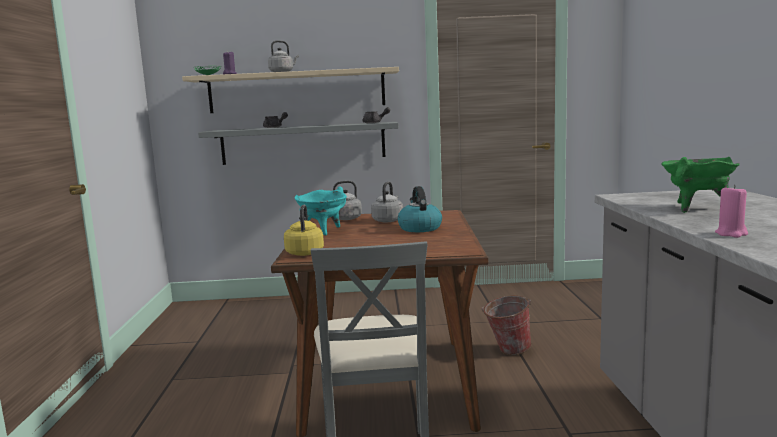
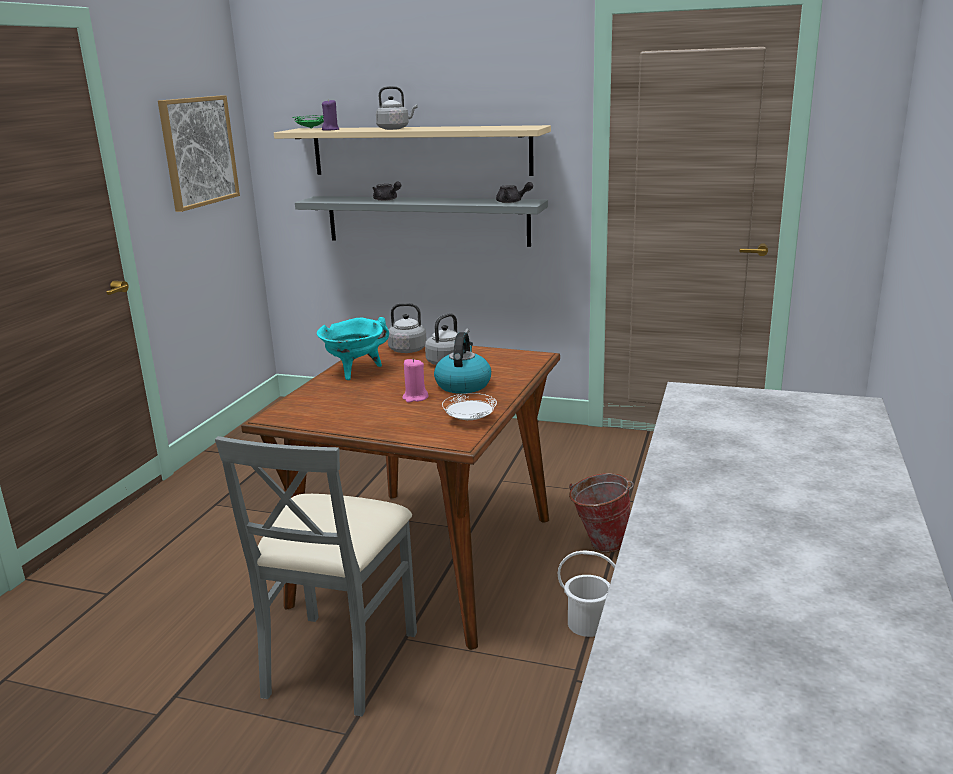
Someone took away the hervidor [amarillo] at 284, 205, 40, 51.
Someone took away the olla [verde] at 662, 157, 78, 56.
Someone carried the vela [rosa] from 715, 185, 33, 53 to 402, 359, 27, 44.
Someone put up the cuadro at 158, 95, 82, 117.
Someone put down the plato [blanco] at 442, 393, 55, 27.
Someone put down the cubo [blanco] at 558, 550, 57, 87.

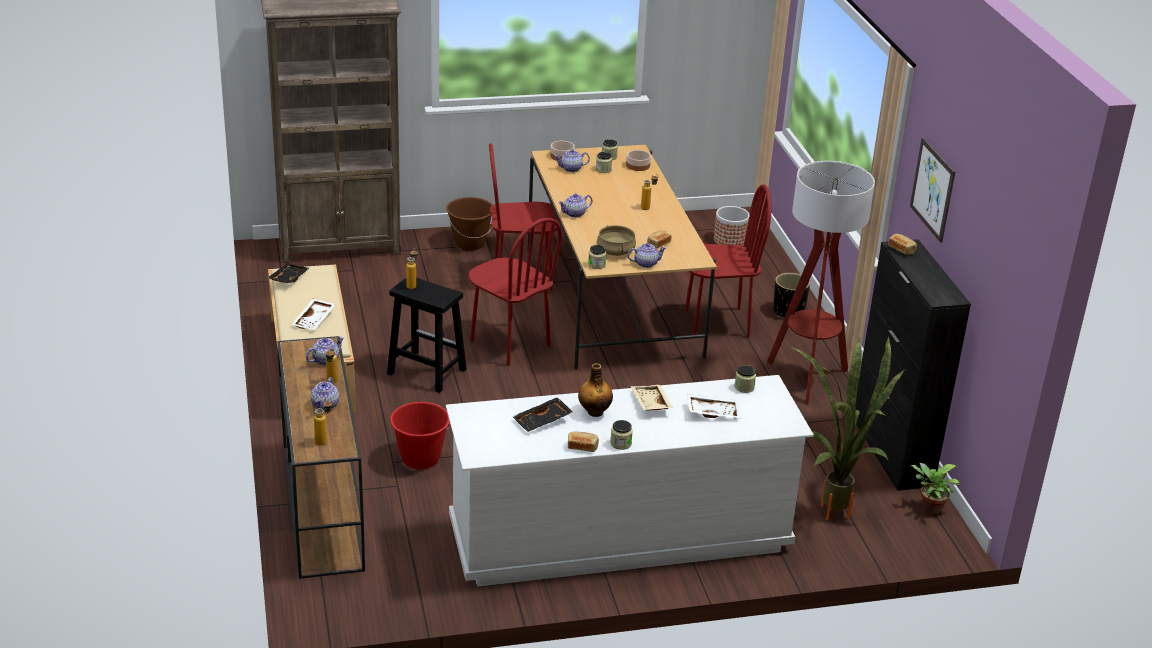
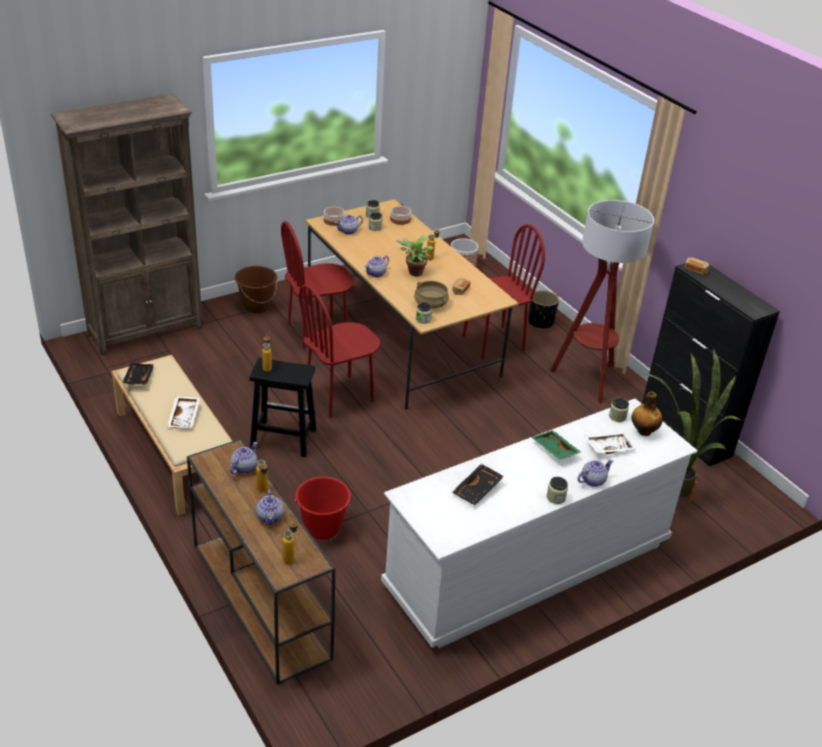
Someone rotated the silla [rojo] at 469, 218, 93, 148 by 120 degrees clockwise.
Someone took away the pan at 568, 431, 31, 21.
Someone carried the botella from 578, 363, 35, 54 to 632, 391, 31, 45.
Someone carried the tetera from 627, 243, 40, 25 to 578, 460, 35, 27.
Someone repainted the bandeja [beis] at 631, 385, 42, 26, which became the bandeja [verde] at 532, 430, 49, 30.
Someone took away the cuadro at 910, 137, 45, 106.
Someone carried the planta en maceta from 910, 463, 50, 51 to 397, 235, 37, 41.

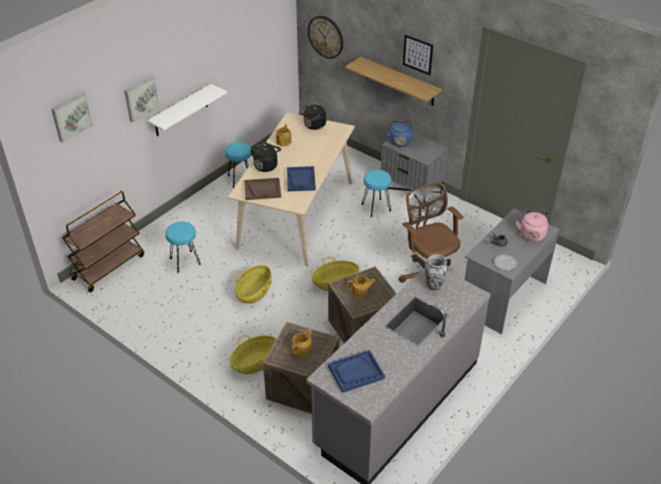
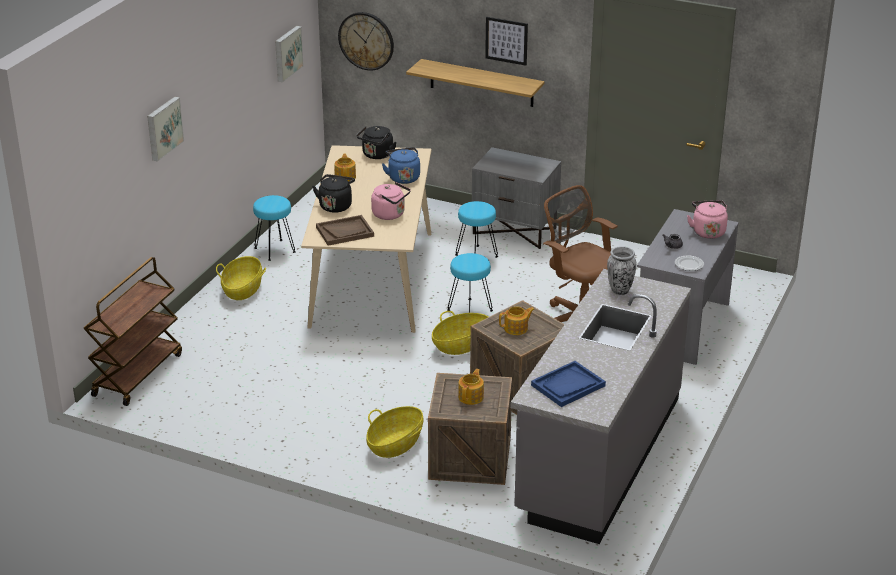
Someone carried the cuadro from 51, 92, 42, 51 to 275, 26, 29, 57.
Someone took away the estante [blanco] at 147, 84, 80, 52.
Someone carried the taburete [turquesa] from 165, 222, 36, 51 to 447, 253, 46, 60.
Someone carried the cesta from 234, 265, 38, 39 to 216, 256, 50, 44.
Someone swapped the bandeja [azul] at 287, 166, 29, 25 for the hervidor [rosa] at 371, 182, 40, 38.
Someone carried the hervidor [azul] from 385, 121, 28, 26 to 382, 147, 38, 37.

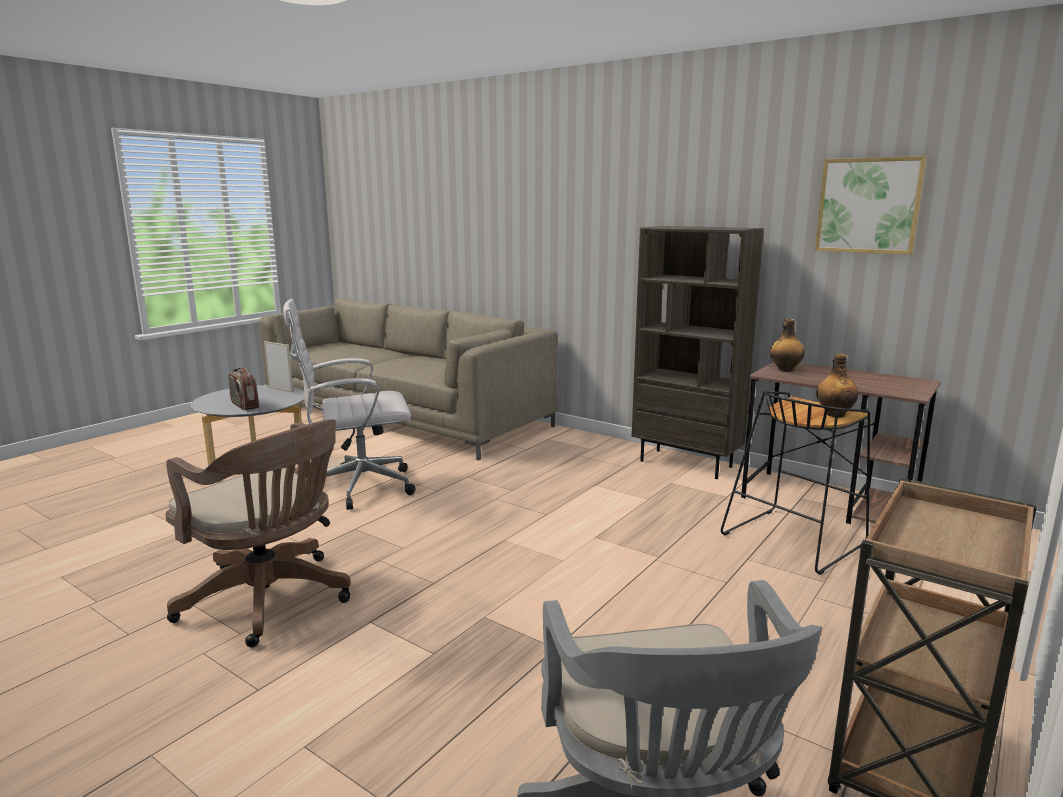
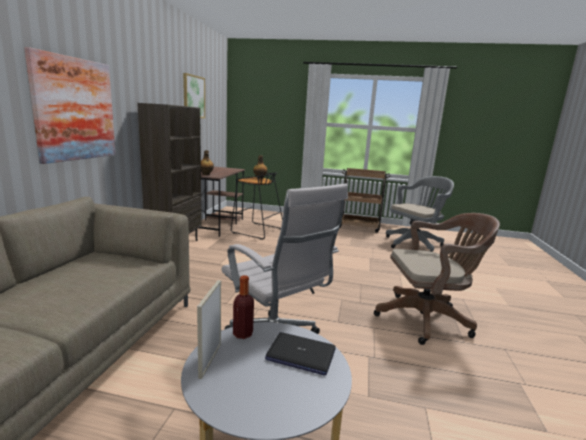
Someone rotated the silla de oficina [marrón] at 165, 419, 186, 228 by 75 degrees clockwise.
Someone swapped the radio at 229, 367, 30, 43 for the portátil at 265, 332, 71, 43.
Someone put up the cuadro at 24, 47, 92, 117.
Someone put down the botella at 233, 275, 21, 64.

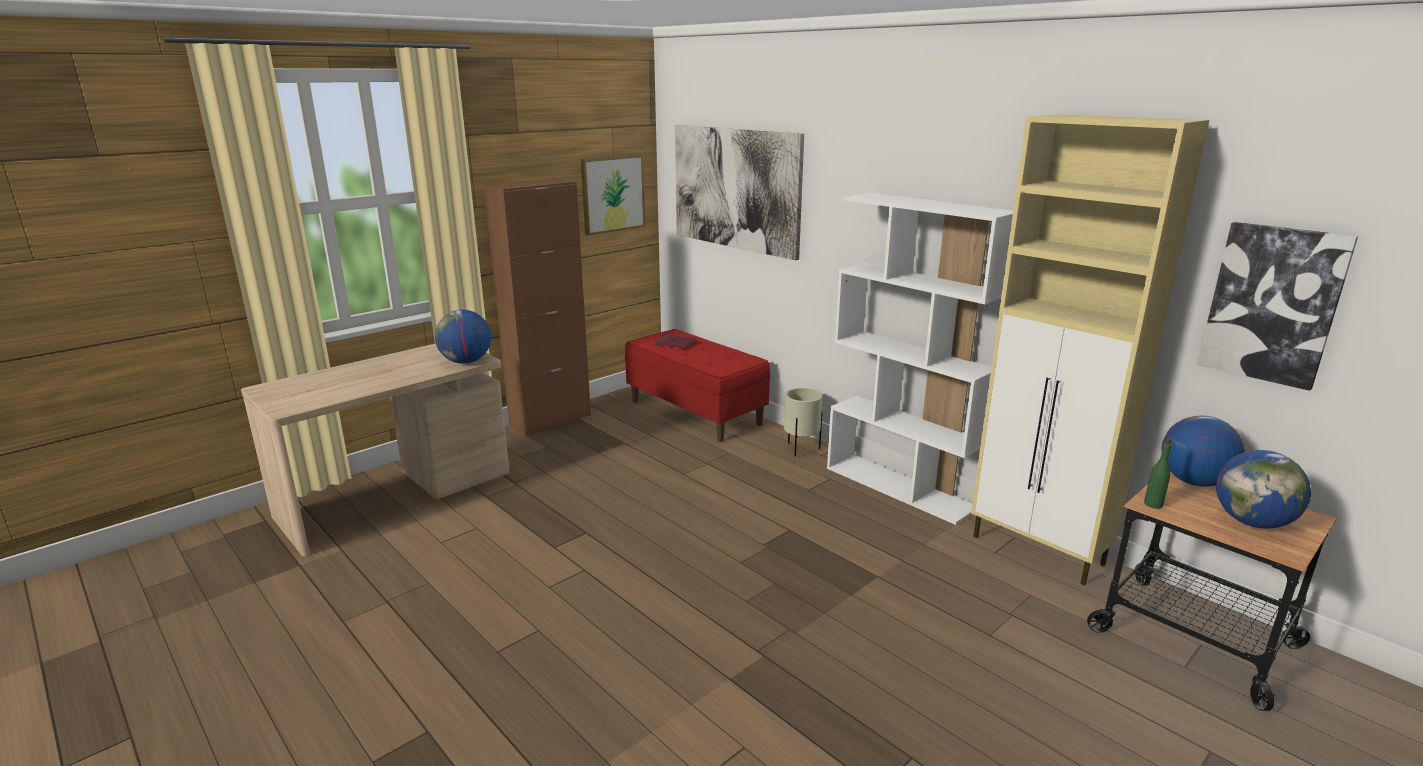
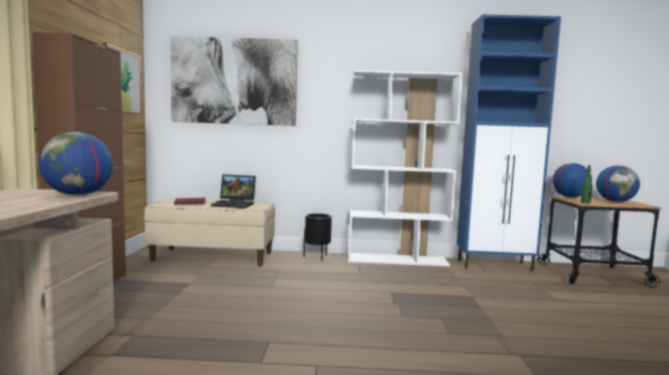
Someone repainted the banco [rojo] at 625, 329, 145, 113, which became the banco [beis] at 144, 199, 131, 67.
Someone repainted the maceta [beis] at 784, 388, 38, 69, which became the maceta [negro] at 304, 213, 28, 48.
Someone repainted the armario [beis] at 971, 114, 238, 472, which became the armario [azul] at 457, 15, 104, 256.
Someone took away the cuadro at 1197, 222, 161, 169.
Someone put down the portátil at 211, 174, 45, 34.

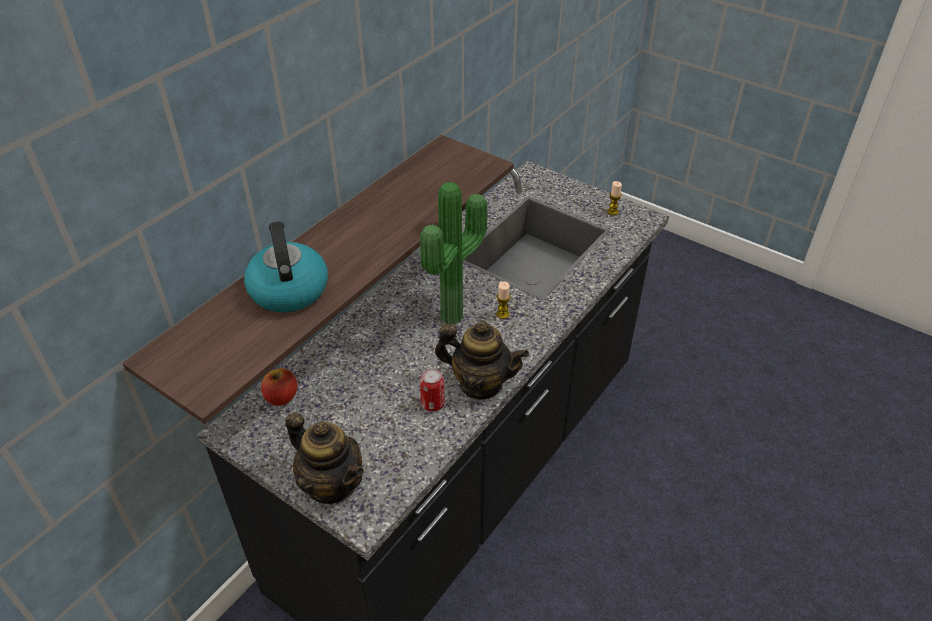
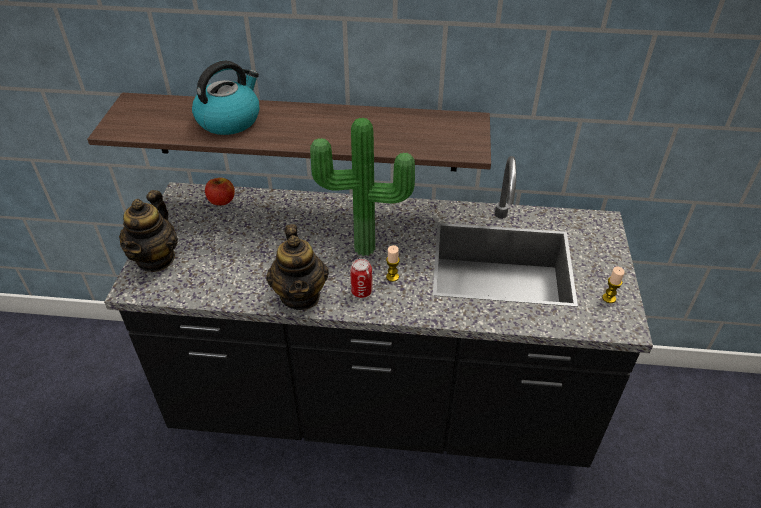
Someone carried the lata from 420, 368, 25, 44 to 350, 258, 22, 40.

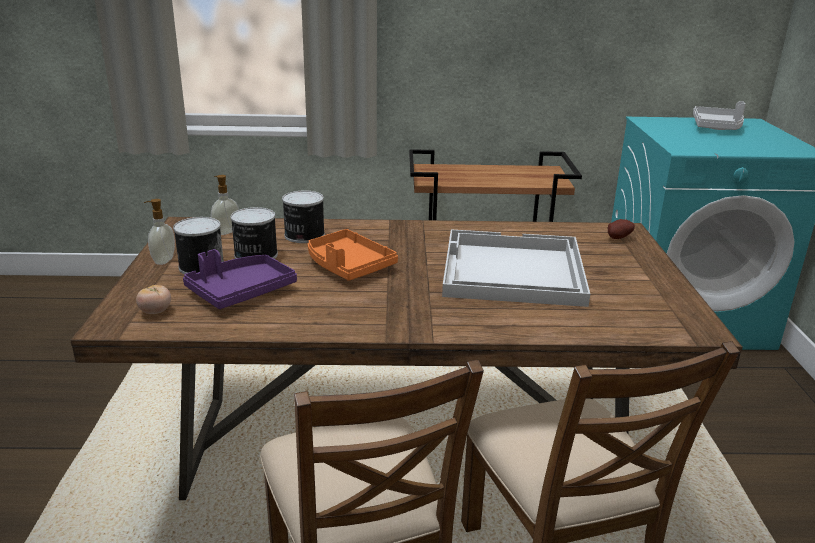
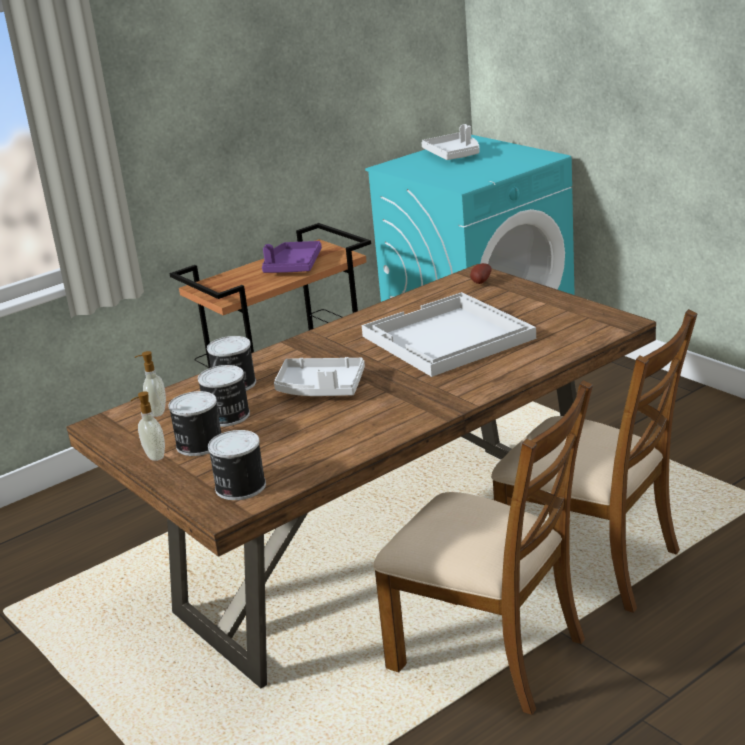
Someone swapped the tomate at 136, 285, 35, 29 for the lata at 208, 430, 58, 70.
Someone carried the bandeja [morado] from 183, 249, 114, 60 to 262, 241, 60, 32.
Someone repainted the bandeja [naranja] at 308, 229, 90, 52, which became the bandeja [gris] at 274, 357, 91, 39.

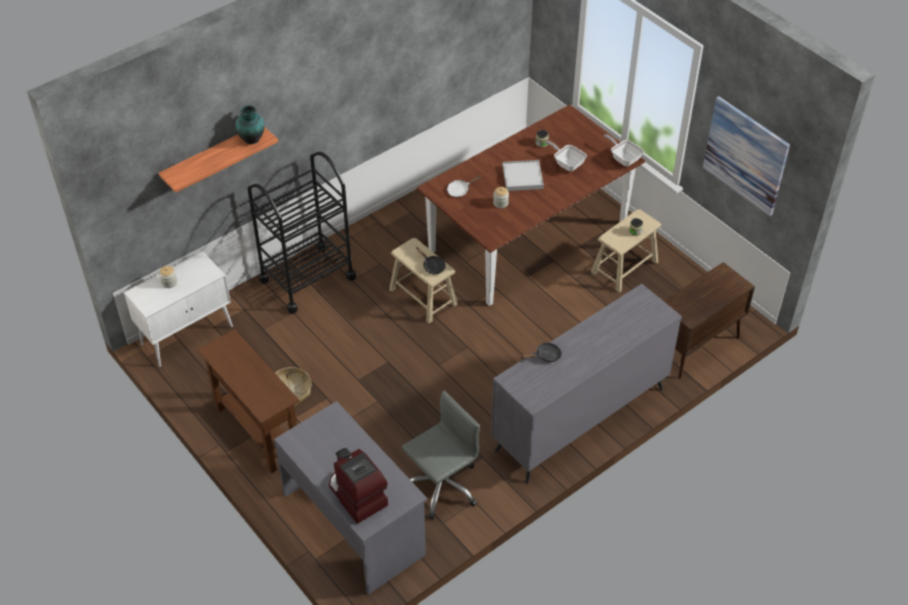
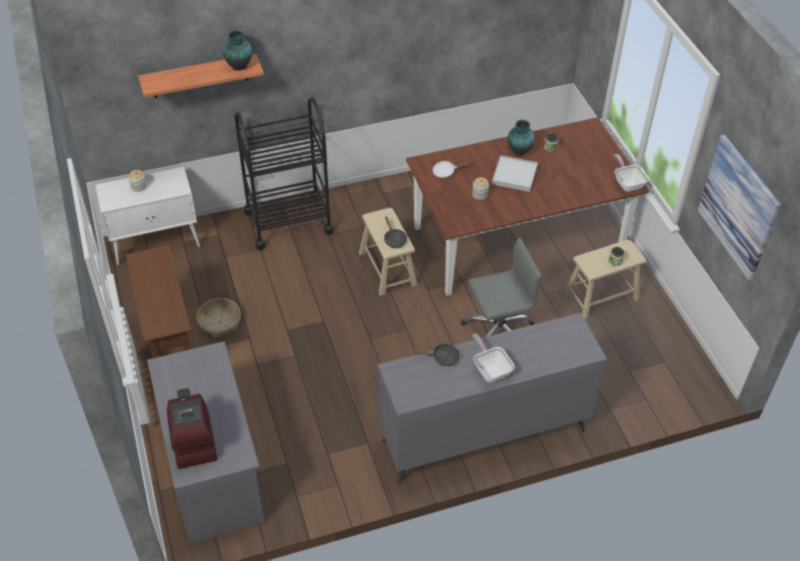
Someone carried the silla de oficina [gris] from 402, 390, 78, 129 to 461, 238, 81, 100.
Someone carried the sartén from 545, 140, 42, 32 to 472, 333, 43, 50.
Someone took away the armario [marrón] at 664, 262, 91, 117.
Someone put down the florero at 508, 120, 27, 36.

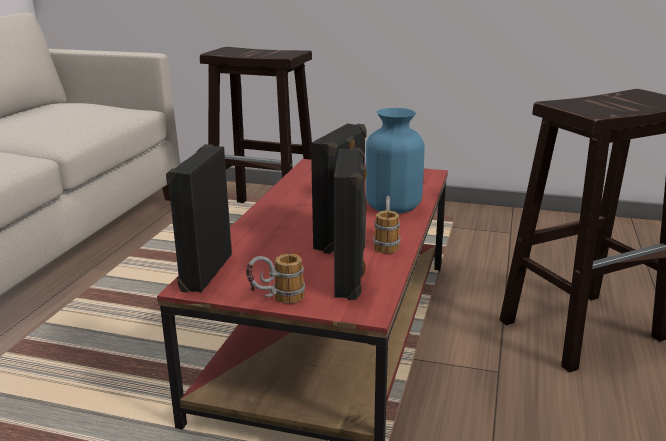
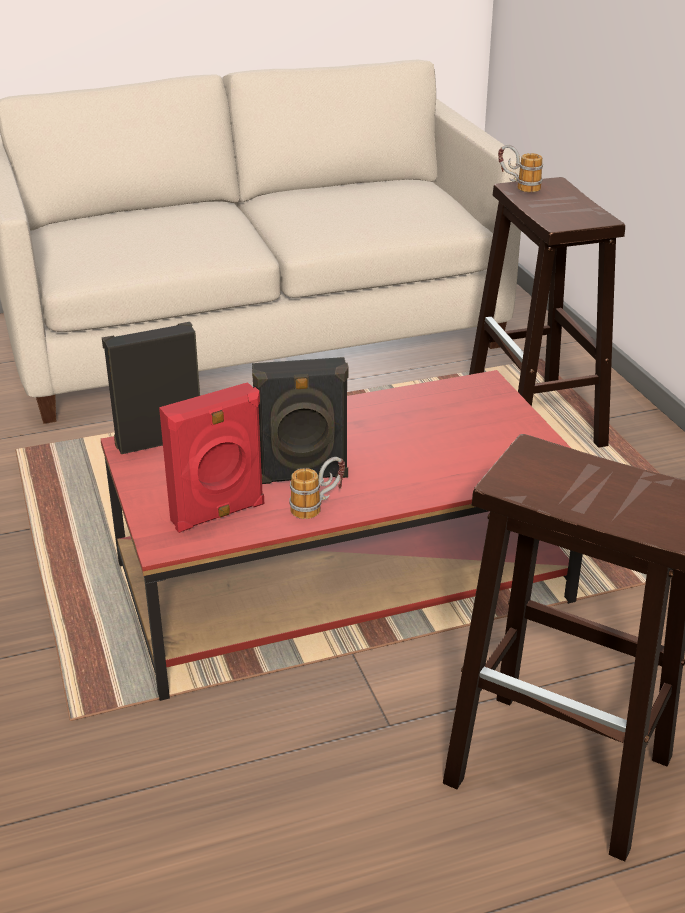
Someone carried the taza grande from 246, 254, 59, 49 to 498, 145, 45, 47.
Someone repainted the altavoz [negro] at 334, 148, 33, 152, which became the altavoz [rojo] at 159, 382, 105, 151.
Someone took away the florero [azul] at 366, 108, 59, 105.

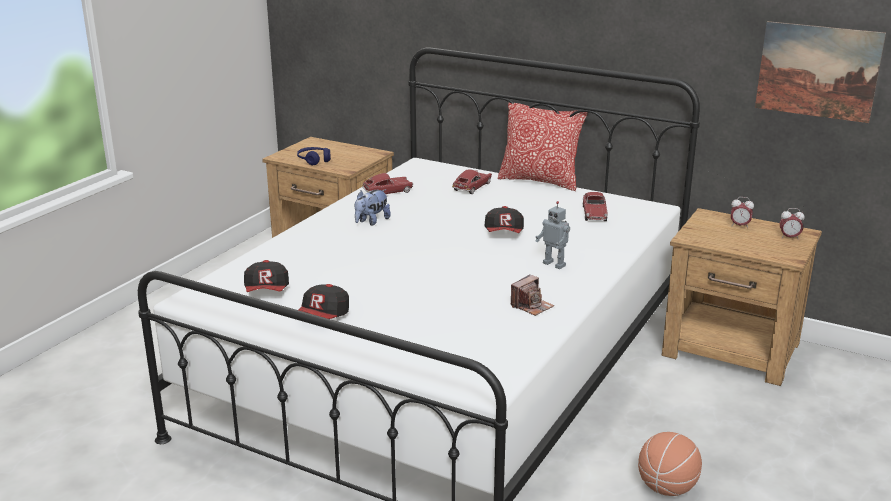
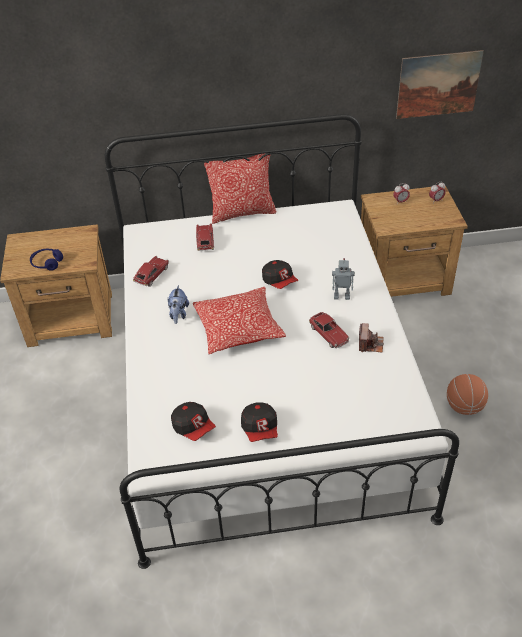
Someone carried the coche de juguete from 583, 192, 24, 29 to 309, 312, 41, 36.
Someone put down the cojín at 193, 287, 93, 67.

